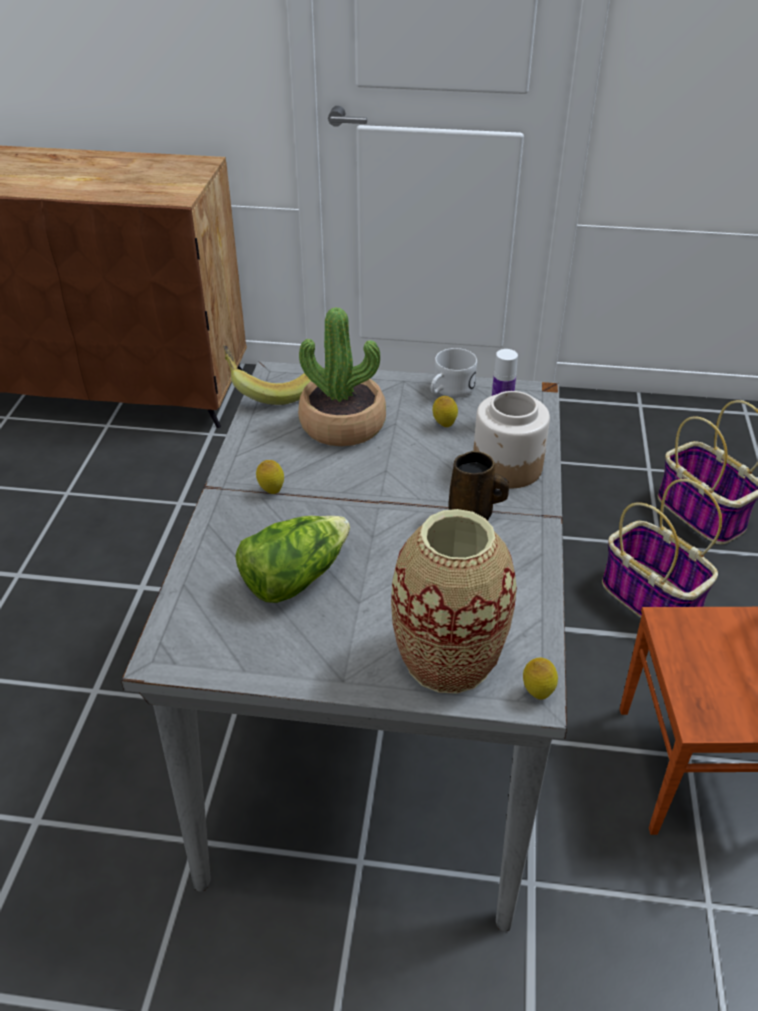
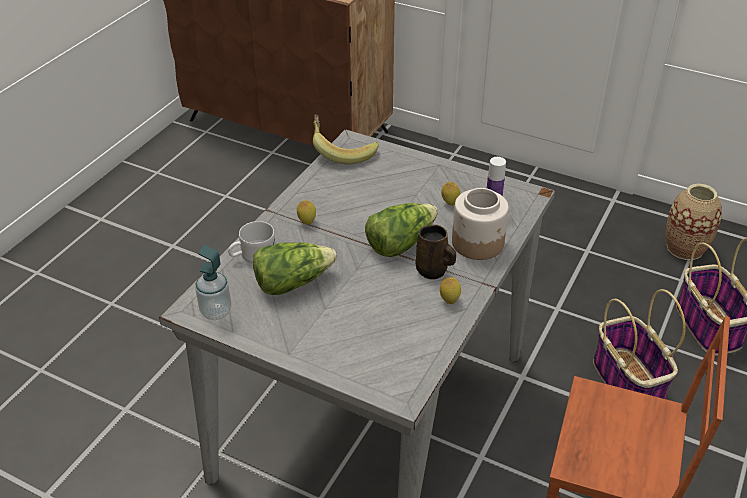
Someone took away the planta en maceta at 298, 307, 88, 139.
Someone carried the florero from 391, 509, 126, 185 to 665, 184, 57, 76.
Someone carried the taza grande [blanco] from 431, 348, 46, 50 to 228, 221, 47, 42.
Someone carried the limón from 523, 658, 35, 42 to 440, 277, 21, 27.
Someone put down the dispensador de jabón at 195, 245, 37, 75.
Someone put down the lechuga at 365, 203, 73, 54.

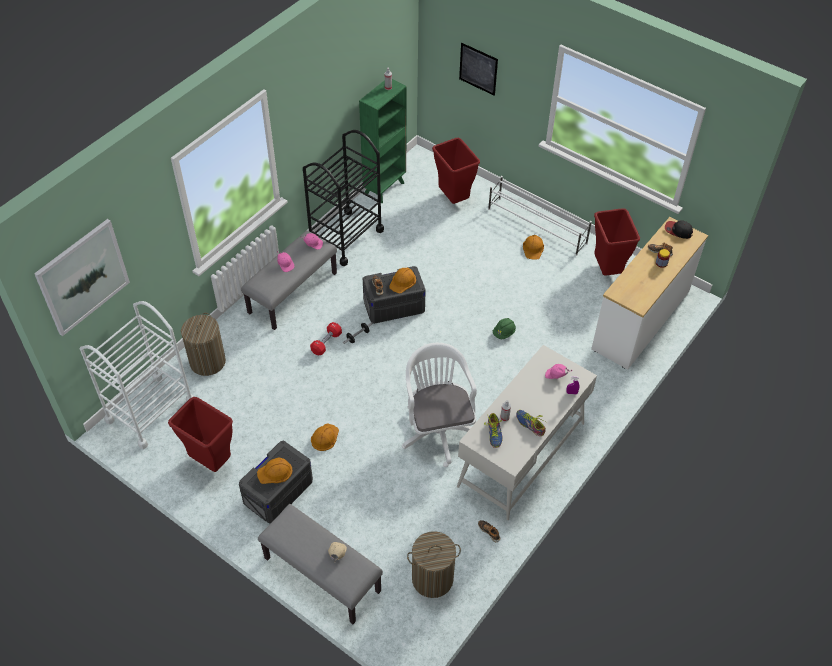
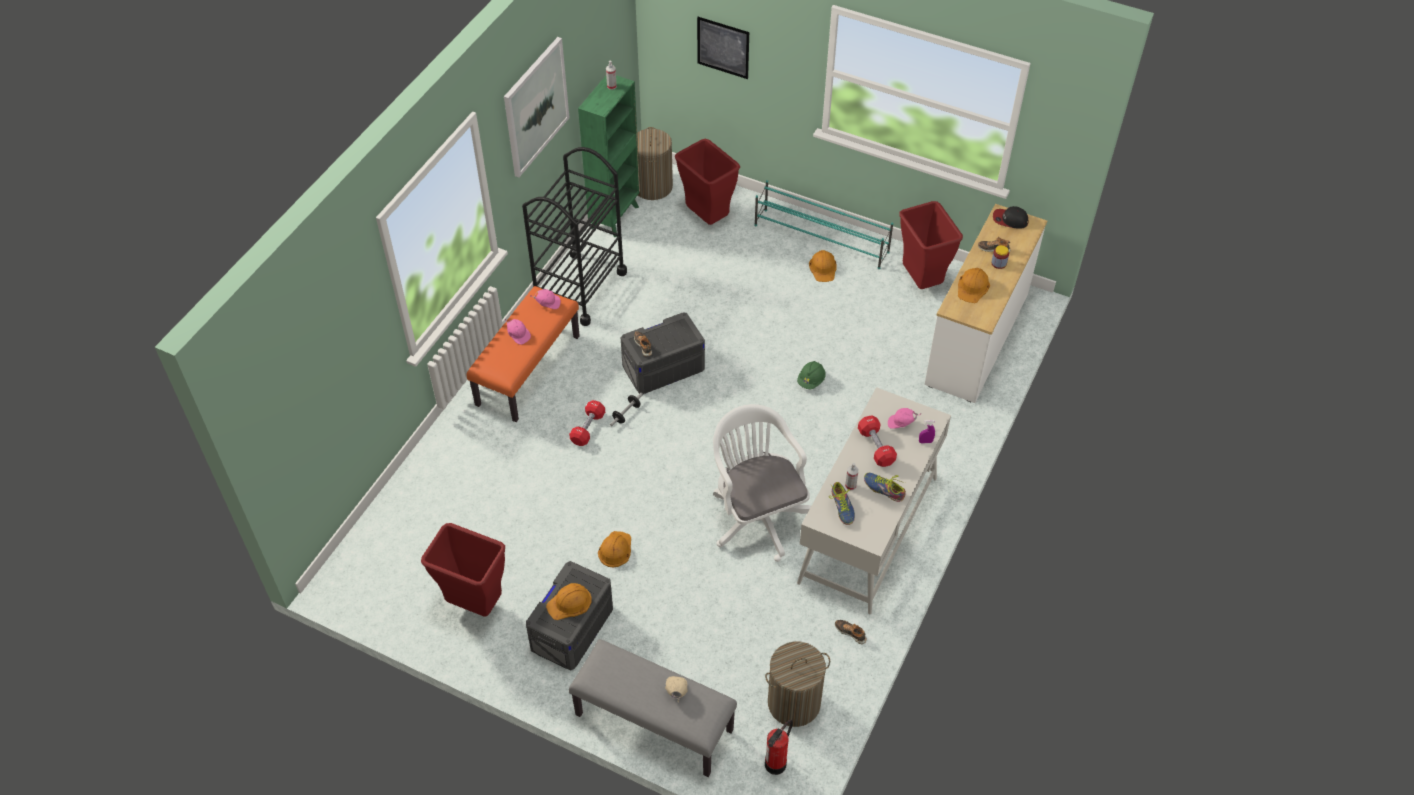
Someone carried the cuadro from 34, 219, 96, 117 to 504, 37, 66, 140.
Someone took away the carrito [blanco] at 80, 301, 114, 148.
Someone carried the cesto de la ropa from 181, 313, 45, 63 to 637, 127, 36, 73.
Someone repainted the banco [gris] at 241, 230, 96, 100, which became the banco [naranja] at 466, 286, 114, 136.
Someone carried the casco [naranja] from 389, 268, 27, 25 to 958, 268, 32, 35.
Someone repainted the zapatero [blanco] at 488, 176, 104, 80, which became the zapatero [turquesa] at 754, 180, 139, 89.
Someone put down the extintor at 765, 720, 28, 55.
Someone put down the mancuerna [rojo] at 858, 416, 39, 51.

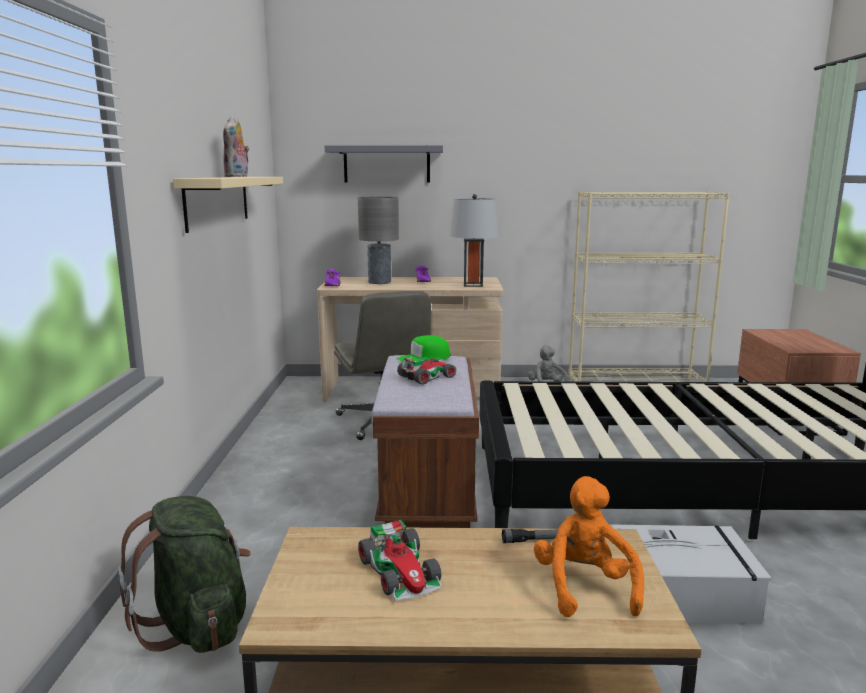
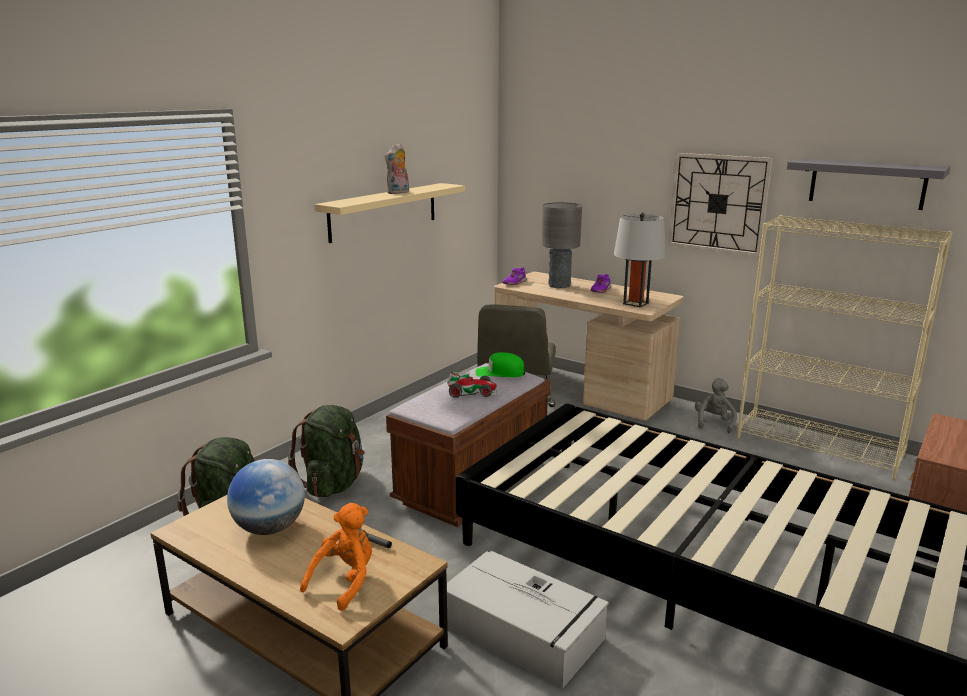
Someone carried the estante [gris] from 325, 145, 118, 38 to 787, 158, 163, 52.
Someone swapped the coche de juguete at 358, 520, 85, 81 for the globo terráqueo at 227, 459, 78, 76.
Someone put down the mochila [verde] at 288, 405, 77, 92.
Someone put up the reloj de pared at 668, 153, 104, 104.

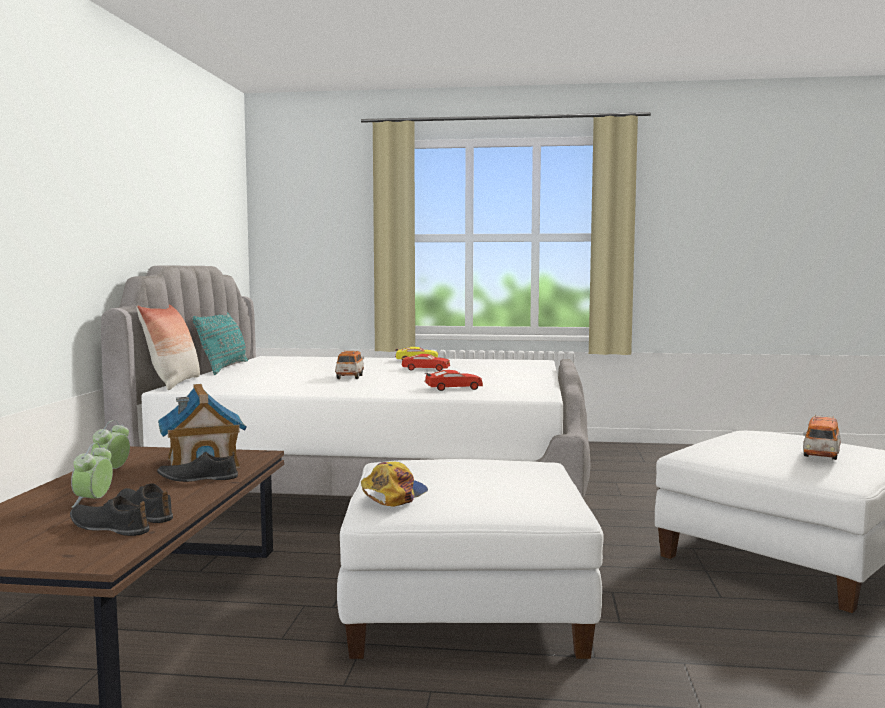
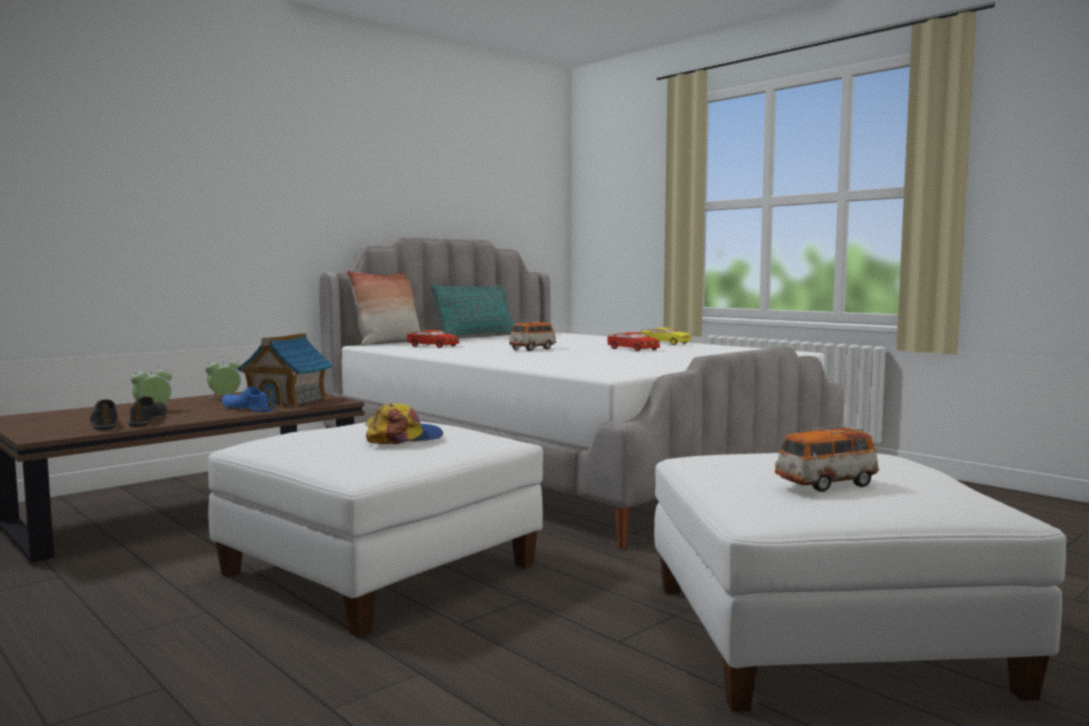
Someone repainted the zapato [negro] at 157, 452, 81, 30, which became the zapato [azul] at 221, 386, 52, 26.
Someone carried the gorra from 361, 462, 67, 45 to 365, 403, 78, 41.
Someone carried the coche de juguete [rojo] from 424, 370, 59, 21 to 407, 330, 52, 18.

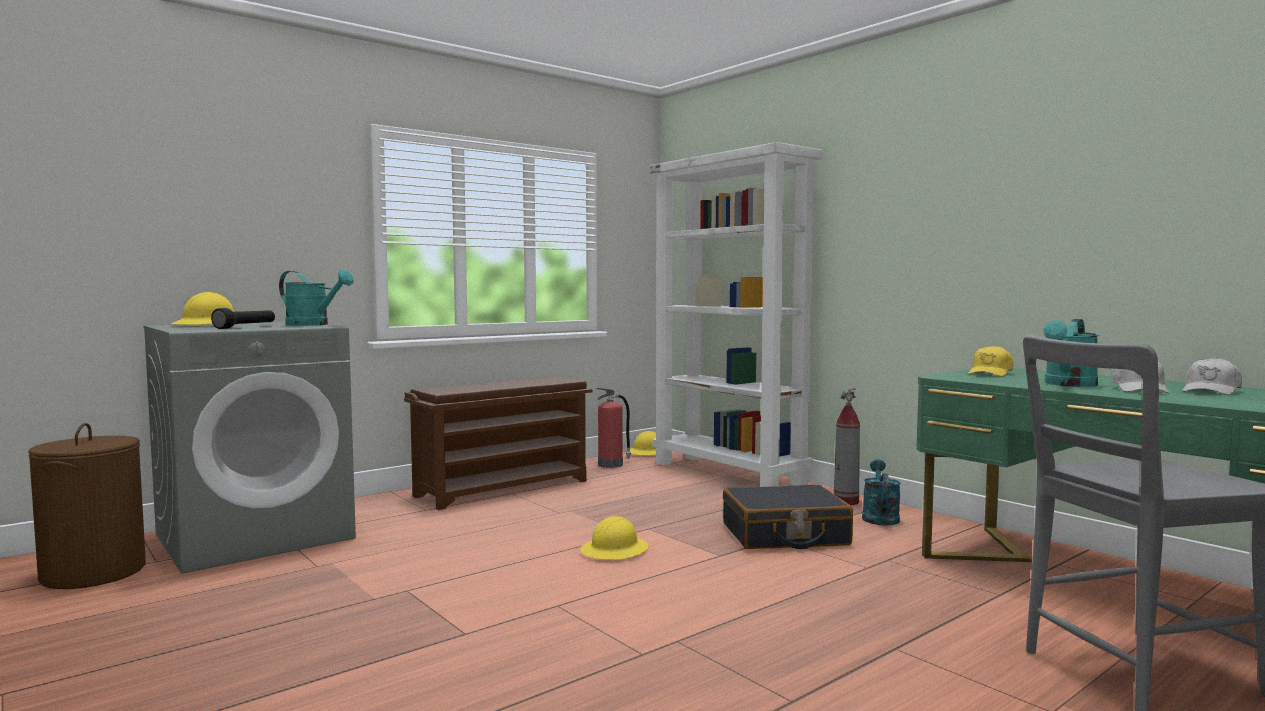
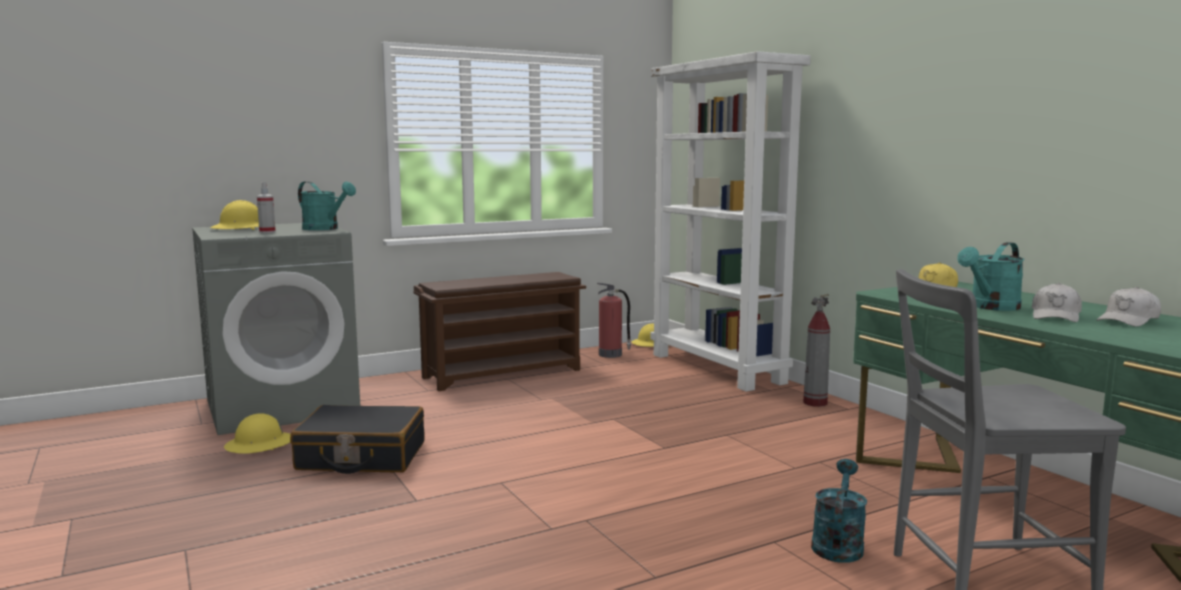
Someone took away the cesto de la ropa [marrón] at 28, 423, 118, 166.
Someone swapped the linterna [negro] at 211, 308, 64, 21 for the pulverizador at 257, 182, 19, 51.
Someone carried the casco [amarillo] from 580, 516, 68, 44 to 224, 413, 66, 41.
Someone carried the maleta [negro] from 723, 485, 130, 64 to 290, 405, 135, 69.
Someone carried the regadera [turquesa] from 862, 459, 39, 67 to 811, 459, 56, 104.

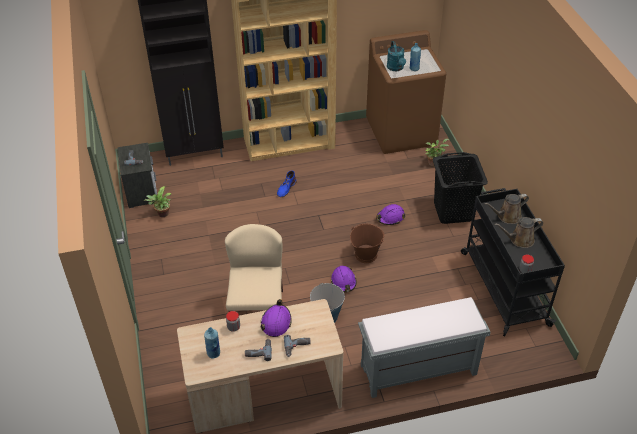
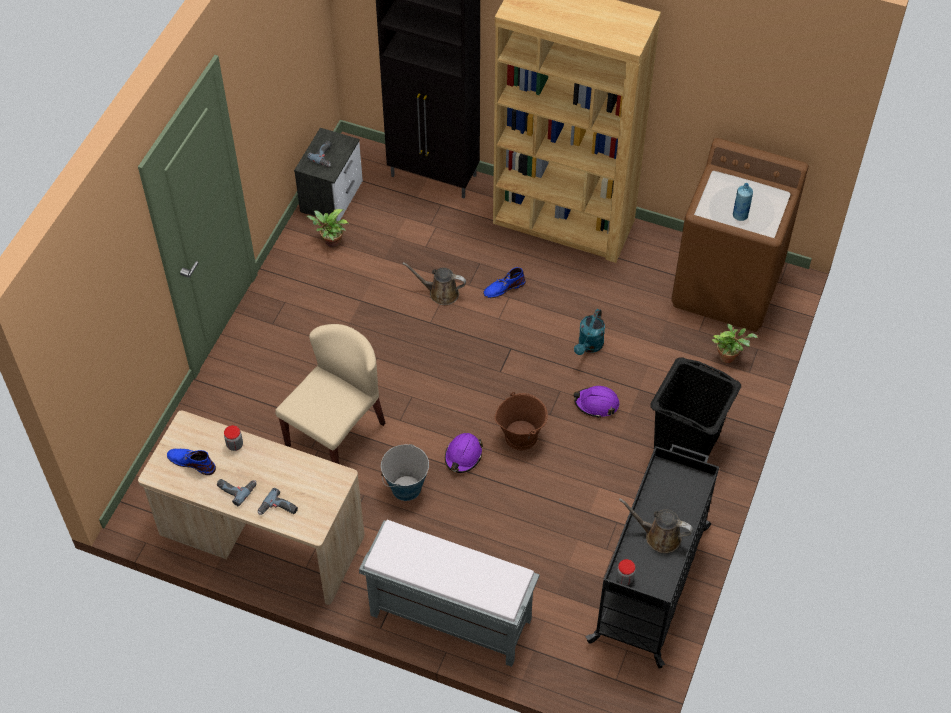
Someone swapped the botella [azul] at 204, 327, 16, 31 for the bota [azul] at 167, 449, 49, 26.
Someone took away the casco [morado] at 260, 299, 32, 38.
Someone carried the regadera [turquesa] from 387, 41, 19, 30 to 574, 309, 31, 46.
Someone carried the regadera [marrón] from 484, 194, 45, 30 to 402, 262, 64, 43.

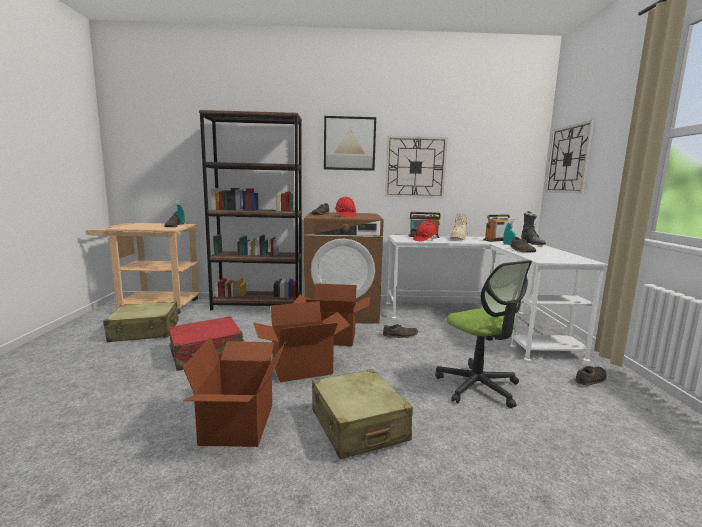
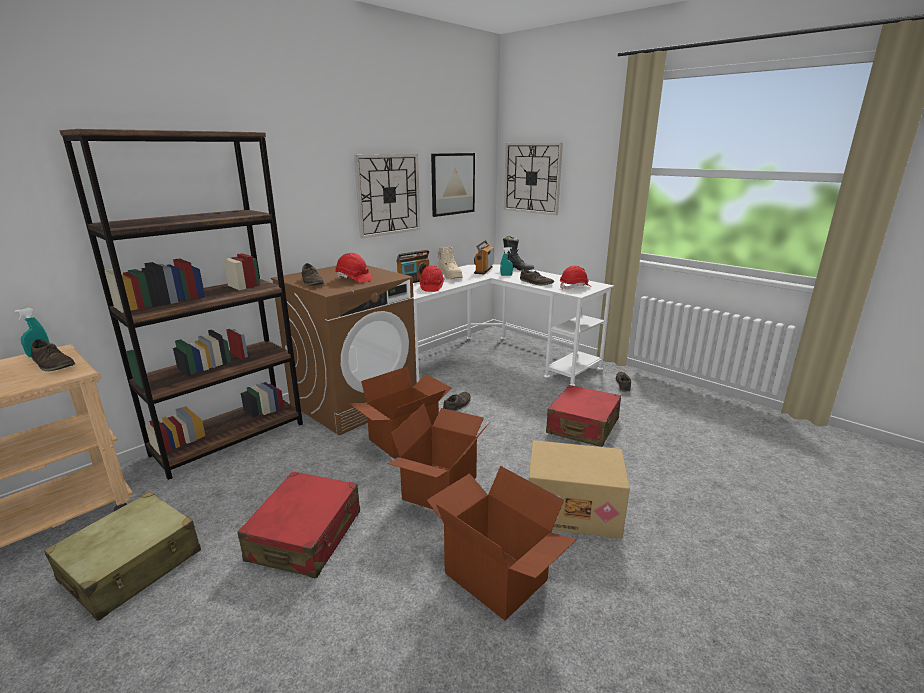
Someone swapped the maleta [beis] at 312, 369, 101, 90 for the caja de cartón at 529, 440, 101, 99.
Someone carried the cuadro from 324, 116, 52, 55 to 431, 153, 44, 64.
Someone swapped the silla de oficina at 435, 260, 97, 148 for the maleta [rojo] at 546, 385, 75, 62.
Someone put down the casco [rojo] at 560, 265, 31, 24.

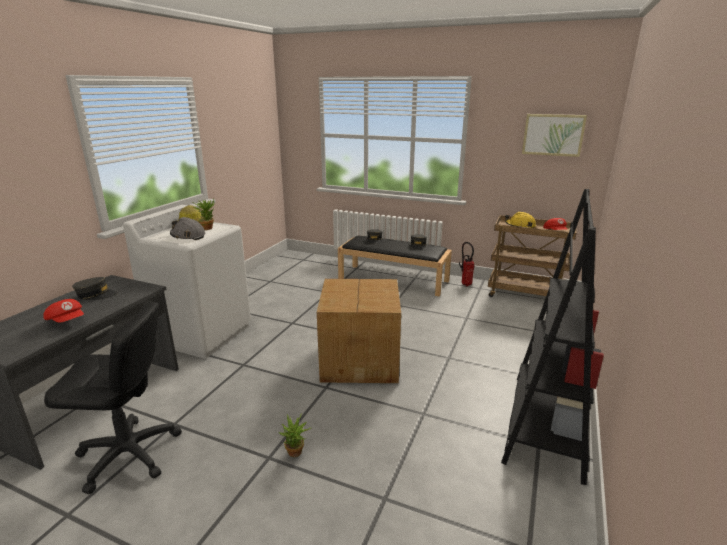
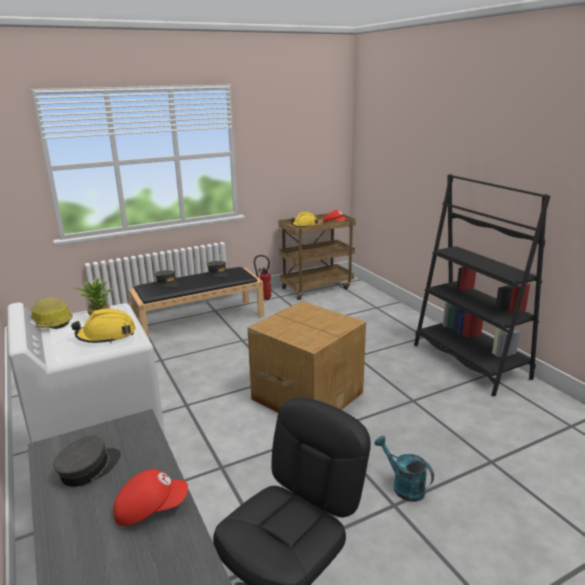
Someone repainted the casco [gris] at 170, 217, 36, 23, which became the casco [amarillo] at 71, 309, 65, 34.
Someone swapped the planta en maceta at 279, 413, 32, 44 for the regadera [turquesa] at 374, 436, 60, 66.
Someone took away the cuadro at 522, 114, 65, 43.

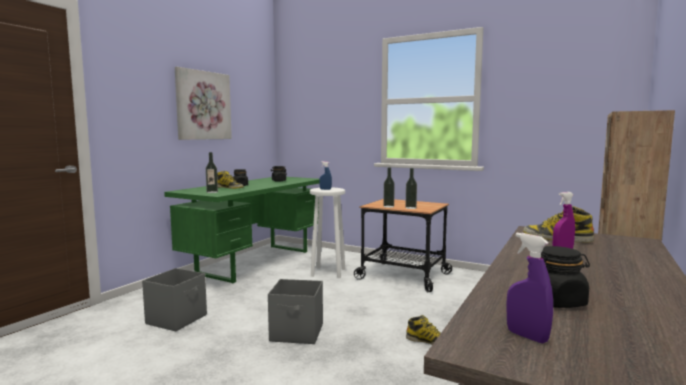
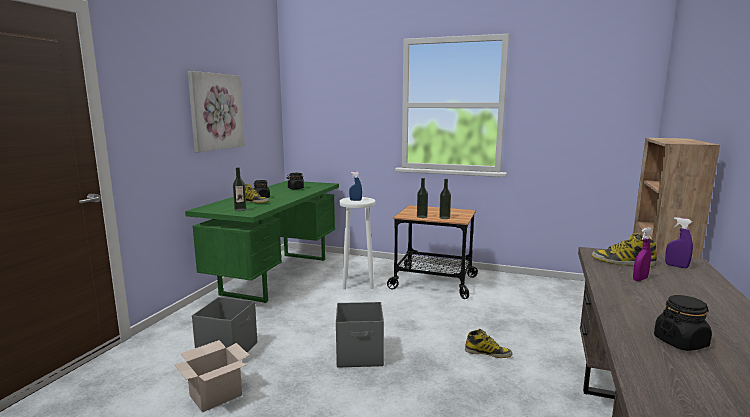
Someone carried the pulverizador [morado] from 506, 233, 47, 110 to 665, 217, 28, 51.
Someone put down the caja de cartón at 175, 340, 75, 73.

